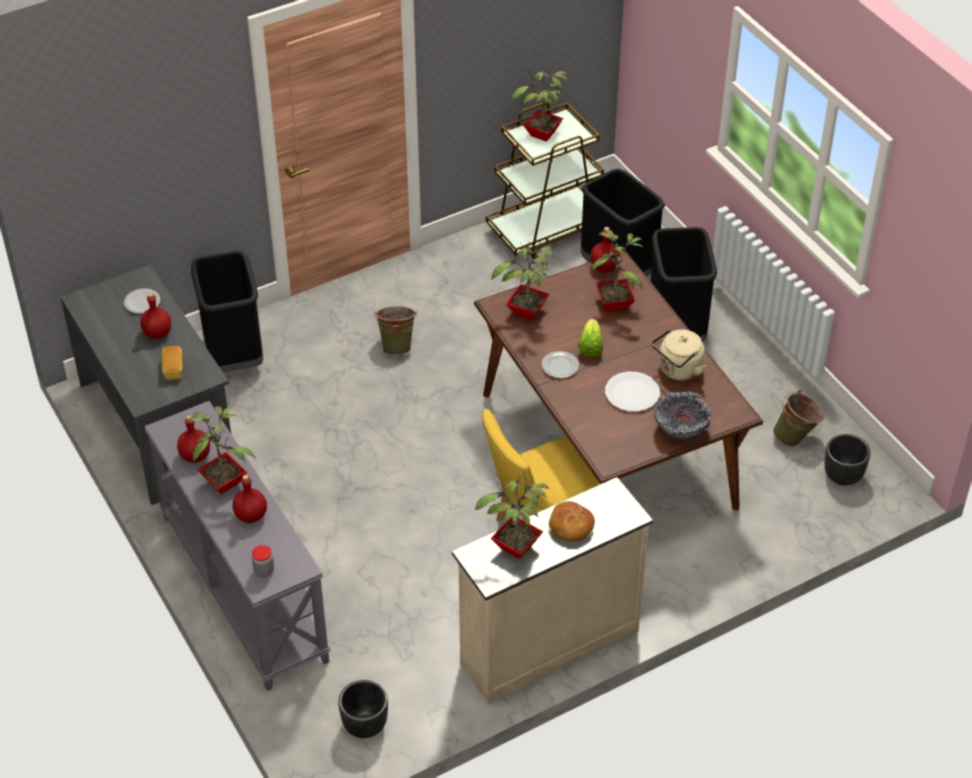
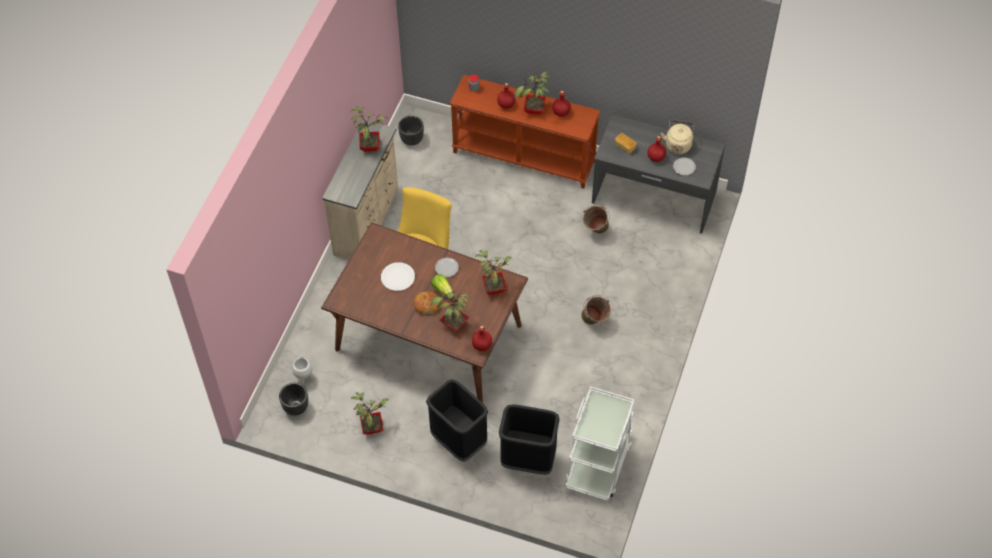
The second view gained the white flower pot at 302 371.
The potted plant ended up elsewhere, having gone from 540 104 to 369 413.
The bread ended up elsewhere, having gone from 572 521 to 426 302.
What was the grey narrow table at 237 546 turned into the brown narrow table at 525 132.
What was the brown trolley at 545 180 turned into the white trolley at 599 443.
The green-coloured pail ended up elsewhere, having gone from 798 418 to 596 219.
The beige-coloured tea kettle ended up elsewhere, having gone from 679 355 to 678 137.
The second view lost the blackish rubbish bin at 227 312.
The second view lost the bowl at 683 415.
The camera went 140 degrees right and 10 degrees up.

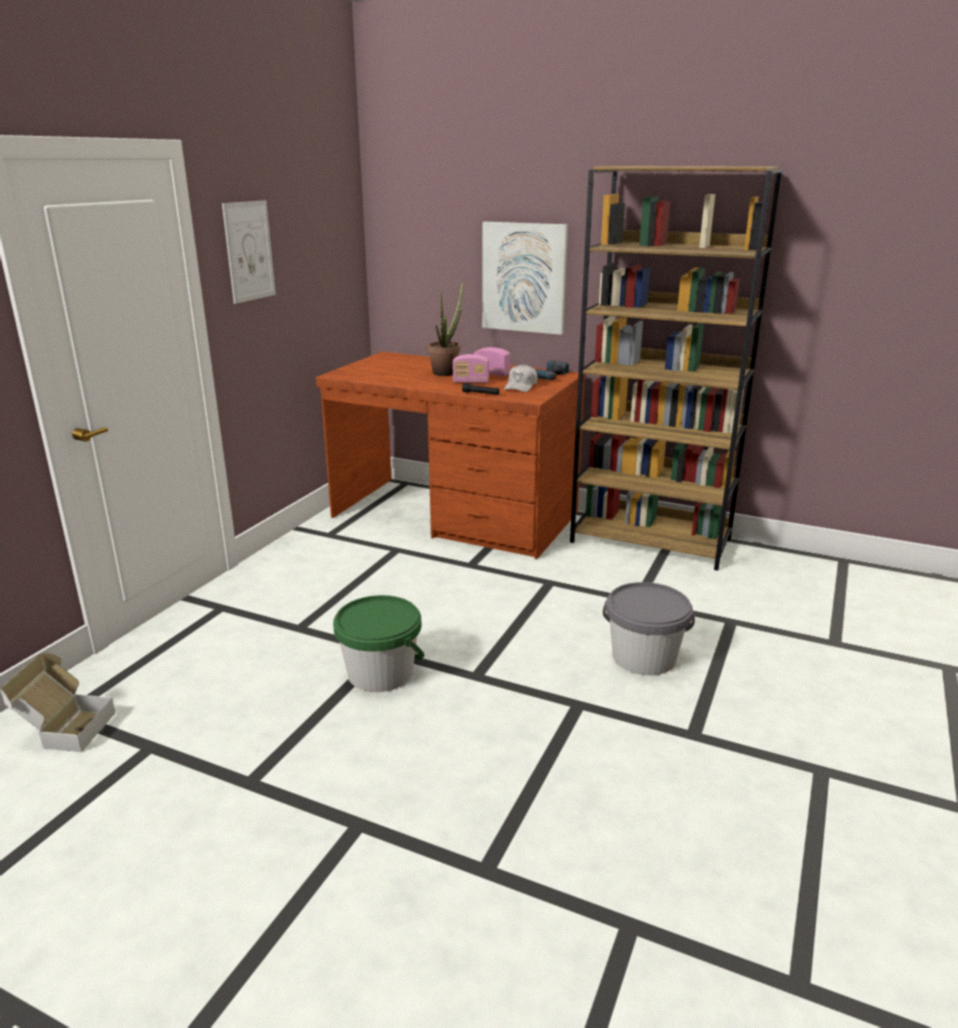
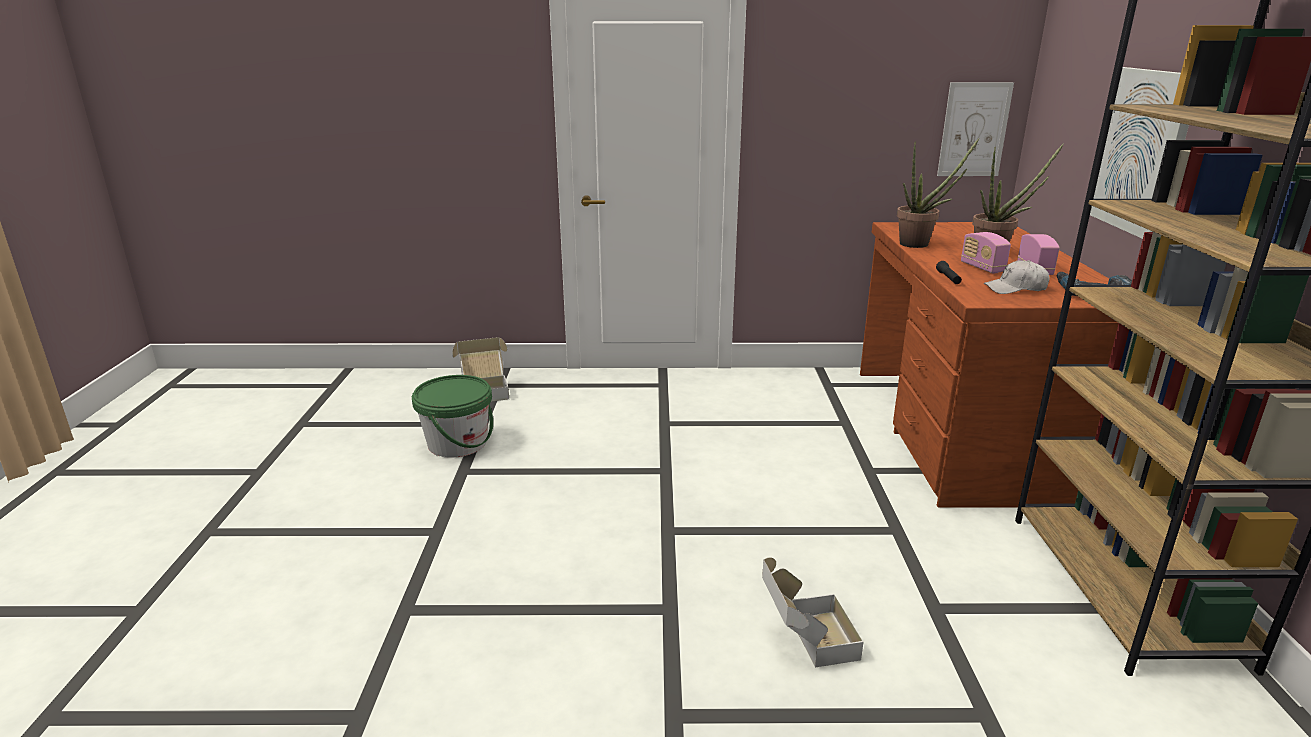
The green-coloured pail ended up elsewhere, having gone from 379 643 to 452 416.
Where the grey pail stood at 649 628, the packing box came to stand at 812 612.
The second view gained the potted plant at 938 193.
The wall picture ended up elsewhere, having gone from 249 252 to 975 129.
The camera went 65 degrees right and 0 degrees up.

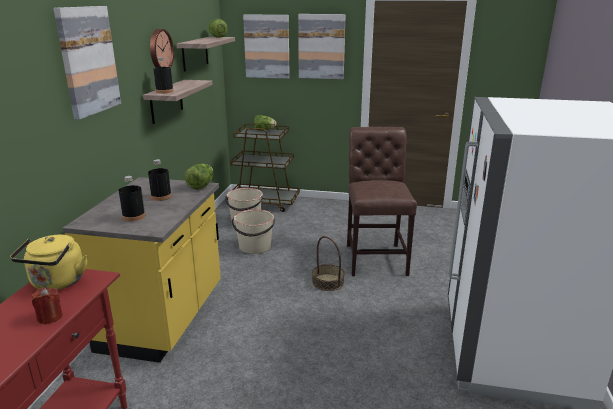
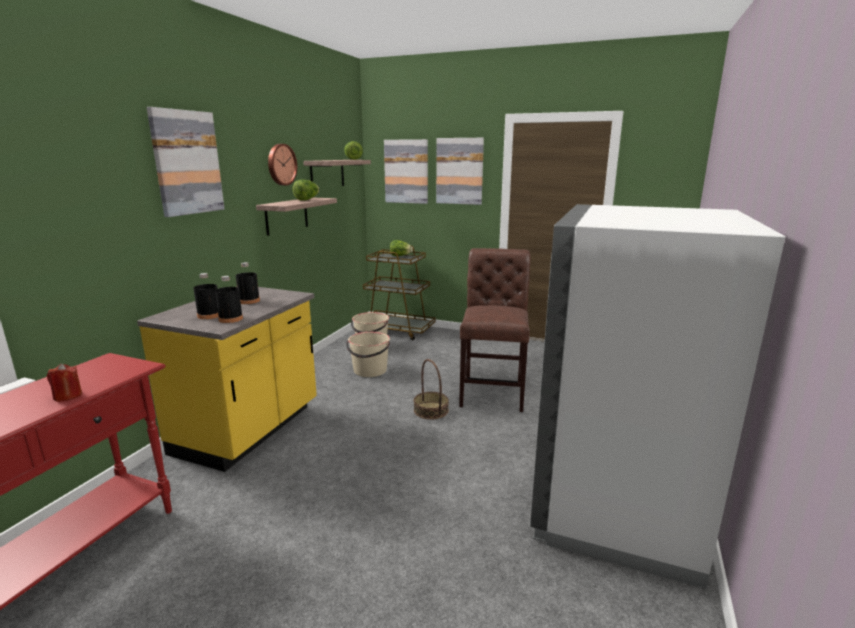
The blackish beverage bottle ended up elsewhere, having gone from 163 75 to 229 299.
The head of lettuce ended up elsewhere, having gone from 199 177 to 305 190.
The second view lost the yellow tea kettle at 48 262.
The camera went 10 degrees right and 5 degrees down.

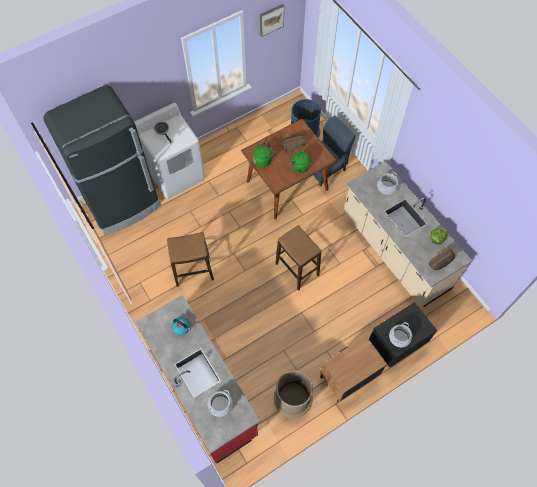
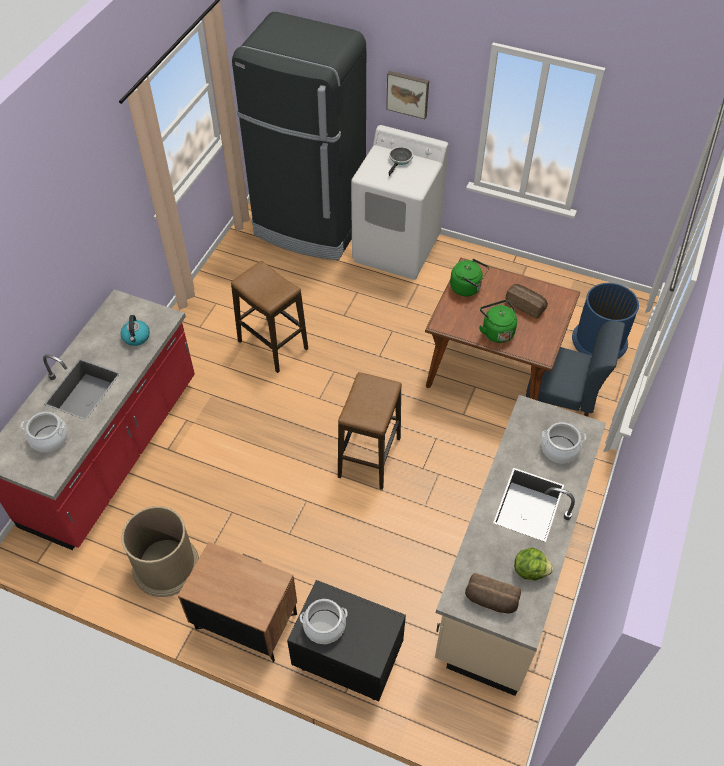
The wall picture ended up elsewhere, having gone from 272 20 to 407 95.
The camera went 55 degrees right and 10 degrees down.

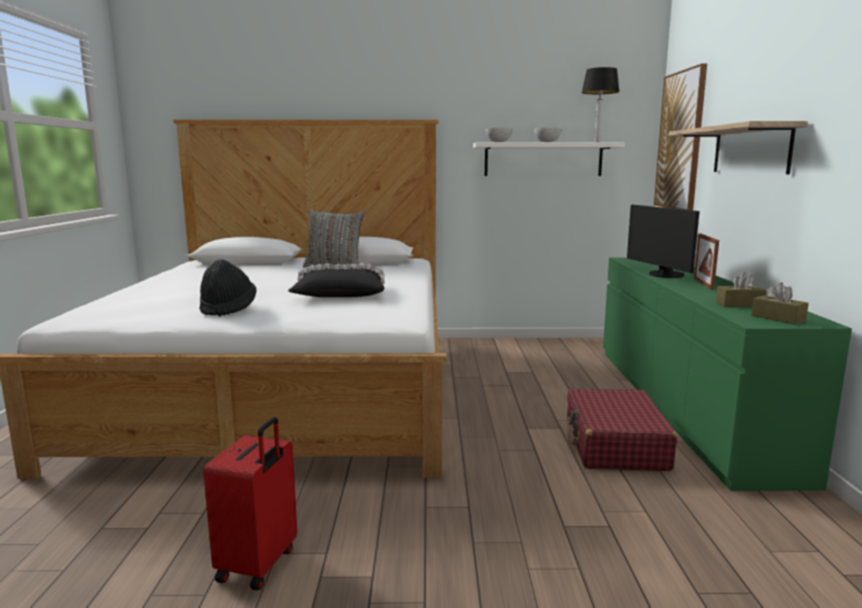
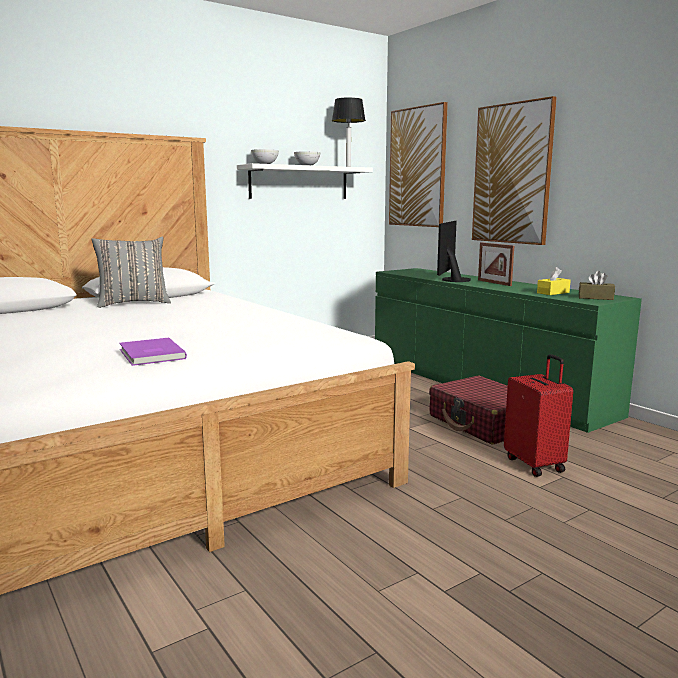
Where the blackish clothing hat stood at 227 288, the purple-coloured bound book came to stand at 153 352.
The monitor at 663 241 ended up facing another way, 75 degrees clockwise from before.
Where the shelf hung at 738 147, the wall picture came to hang at 514 170.
The red-coloured piece of luggage ended up elsewhere, having gone from 250 503 to 538 415.
What was the brown box of tissues at 741 289 turned into the yellow box of tissues at 554 281.
The second view lost the blackish cushion at 336 280.
The camera went 35 degrees left and 0 degrees up.

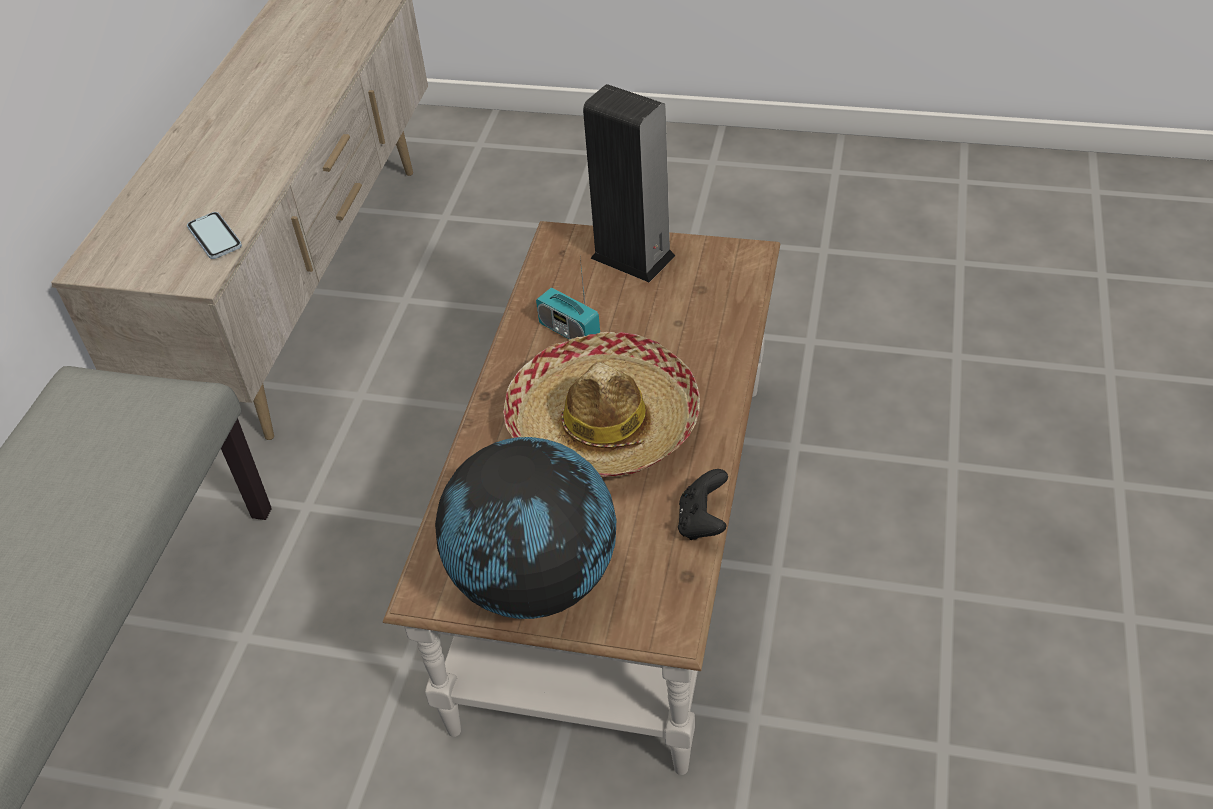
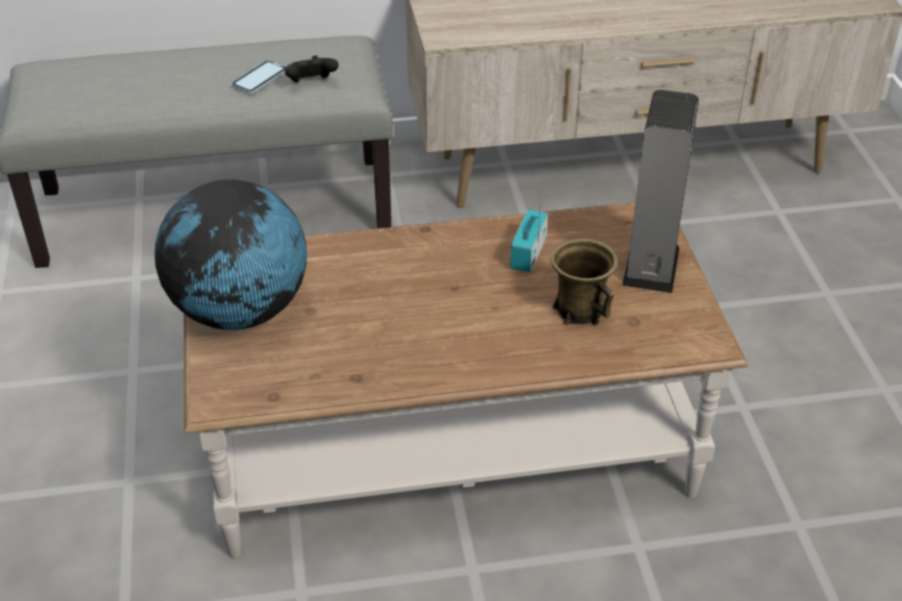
The handset ended up elsewhere, having gone from 214 235 to 258 77.
The blackish joypad ended up elsewhere, having gone from 703 504 to 312 69.
The second view gained the brown tea mug at 584 282.
The second view lost the clothing hat at 601 404.
The camera went 65 degrees right and 5 degrees down.

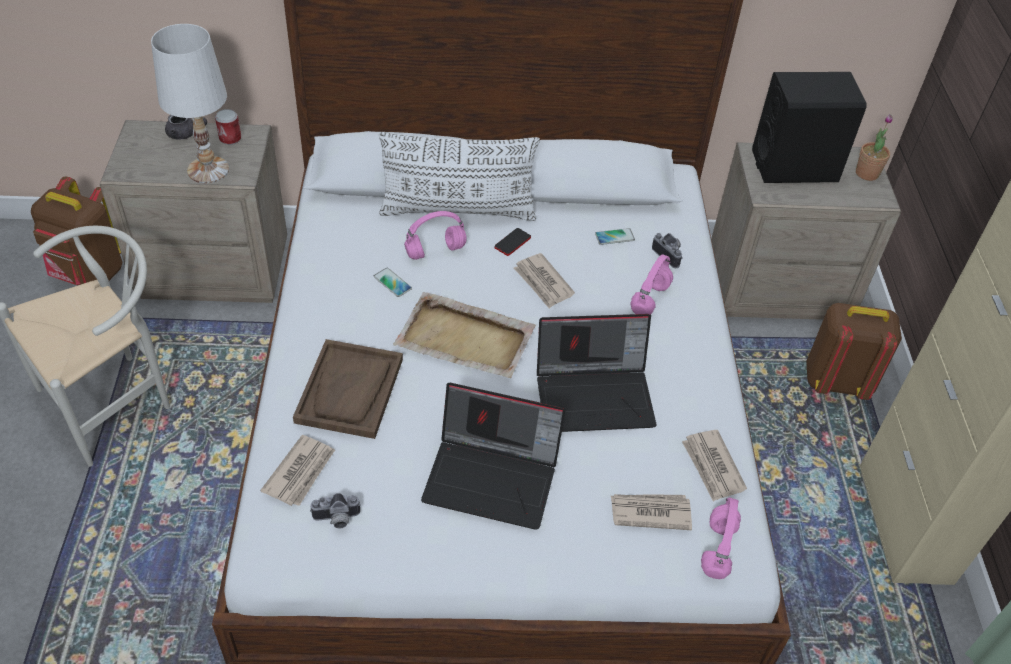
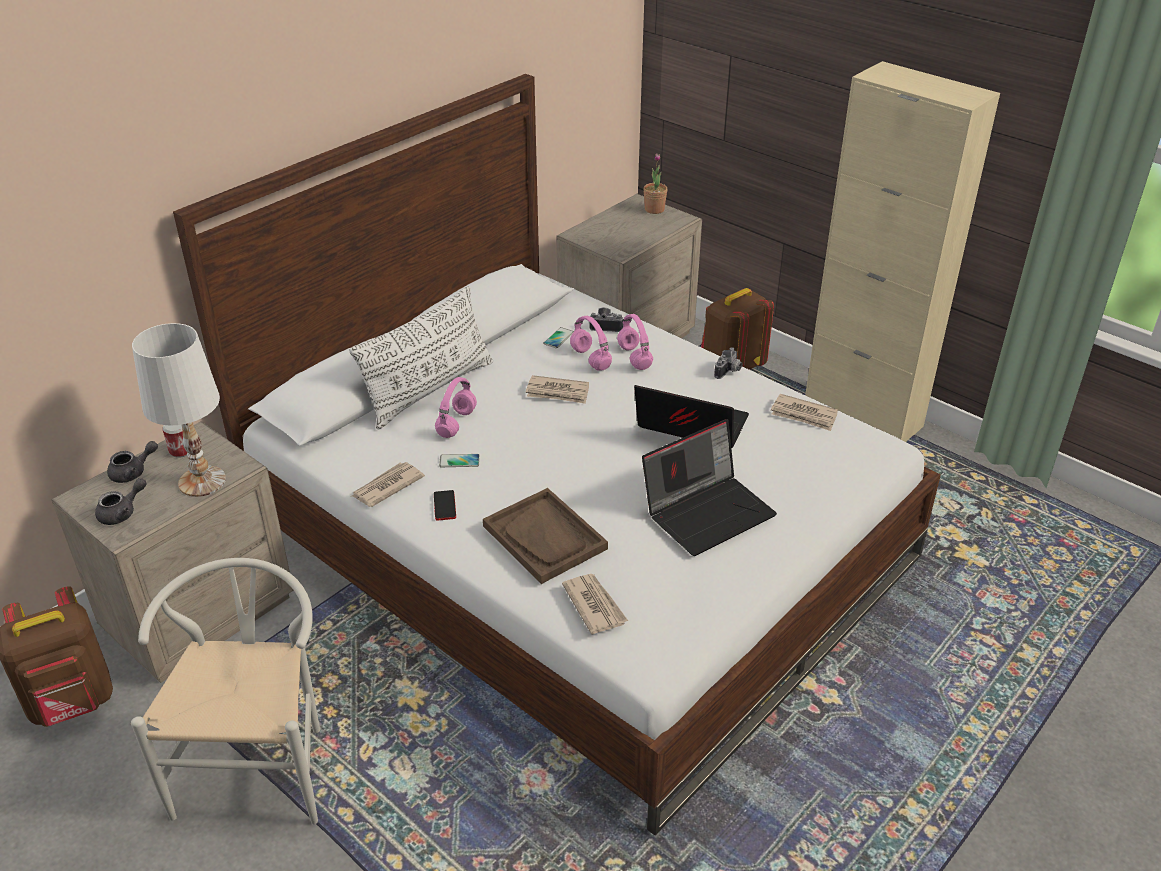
The second view gained the grey teapot at 121 501.
The newspaper ended up elsewhere, having gone from 651 512 to 388 484.
The handset ended up elsewhere, having gone from 512 242 to 445 505.
The pink-coloured headphones ended up elsewhere, having gone from 721 538 to 591 343.
The notebook computer at 596 373 ended up facing another way, 105 degrees counterclockwise from before.
The photo camera ended up elsewhere, having gone from 335 510 to 728 363.
The second view lost the beige-coloured serving tray at 464 335.
The second view lost the blackish audio speaker at 809 127.
The camera went 45 degrees left and 10 degrees down.

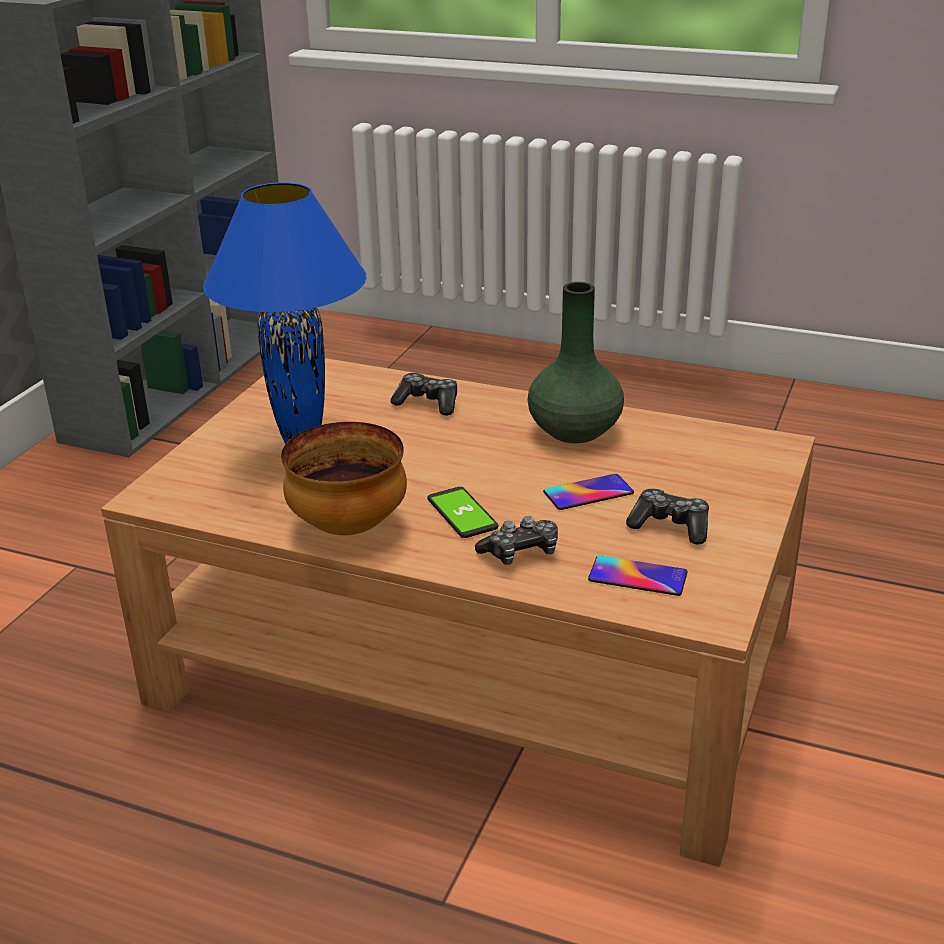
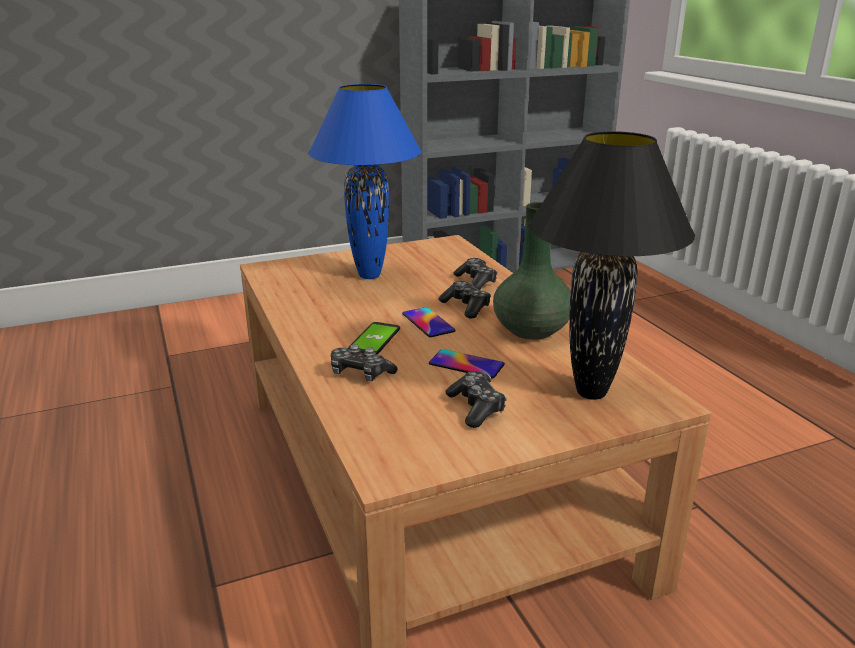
The handset ended up elsewhere, having gone from 638 576 to 429 322.
The second view gained the joypad at 464 299.
The second view gained the blackish tabletop lamp at 612 265.
The second view lost the bowl at 344 478.
The camera went 45 degrees right and 5 degrees down.

